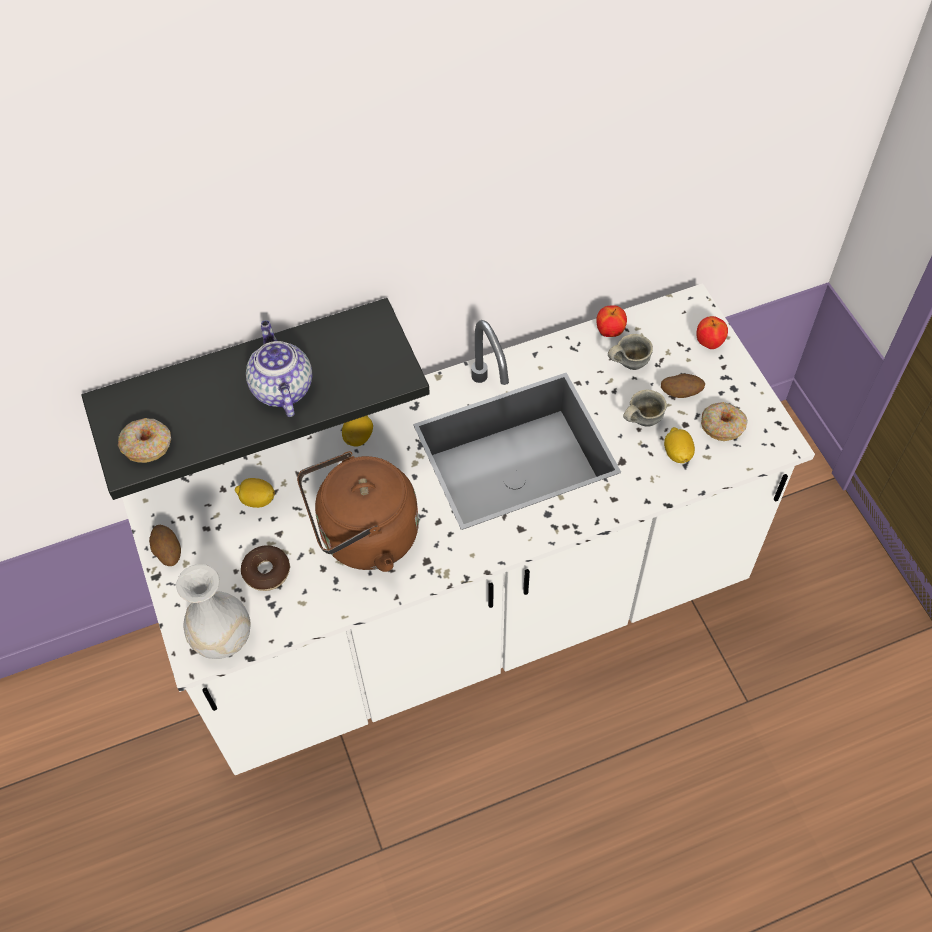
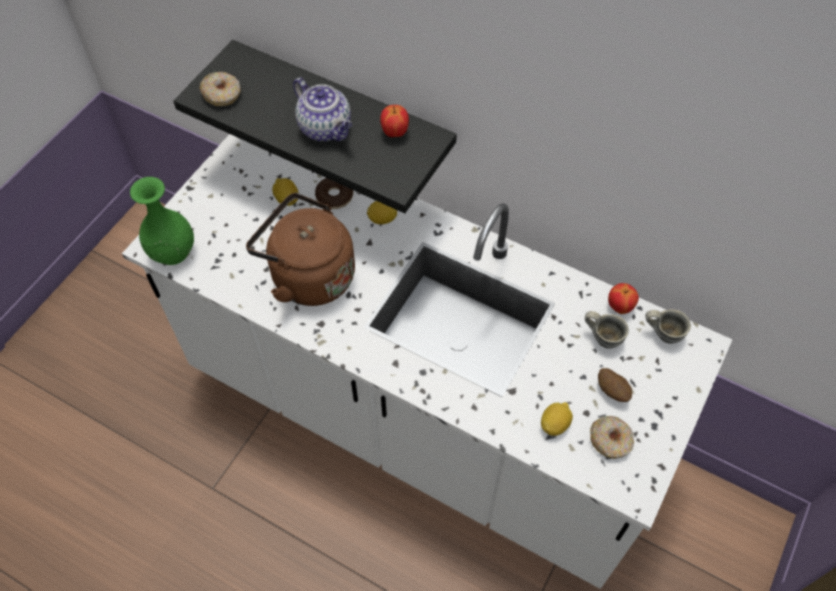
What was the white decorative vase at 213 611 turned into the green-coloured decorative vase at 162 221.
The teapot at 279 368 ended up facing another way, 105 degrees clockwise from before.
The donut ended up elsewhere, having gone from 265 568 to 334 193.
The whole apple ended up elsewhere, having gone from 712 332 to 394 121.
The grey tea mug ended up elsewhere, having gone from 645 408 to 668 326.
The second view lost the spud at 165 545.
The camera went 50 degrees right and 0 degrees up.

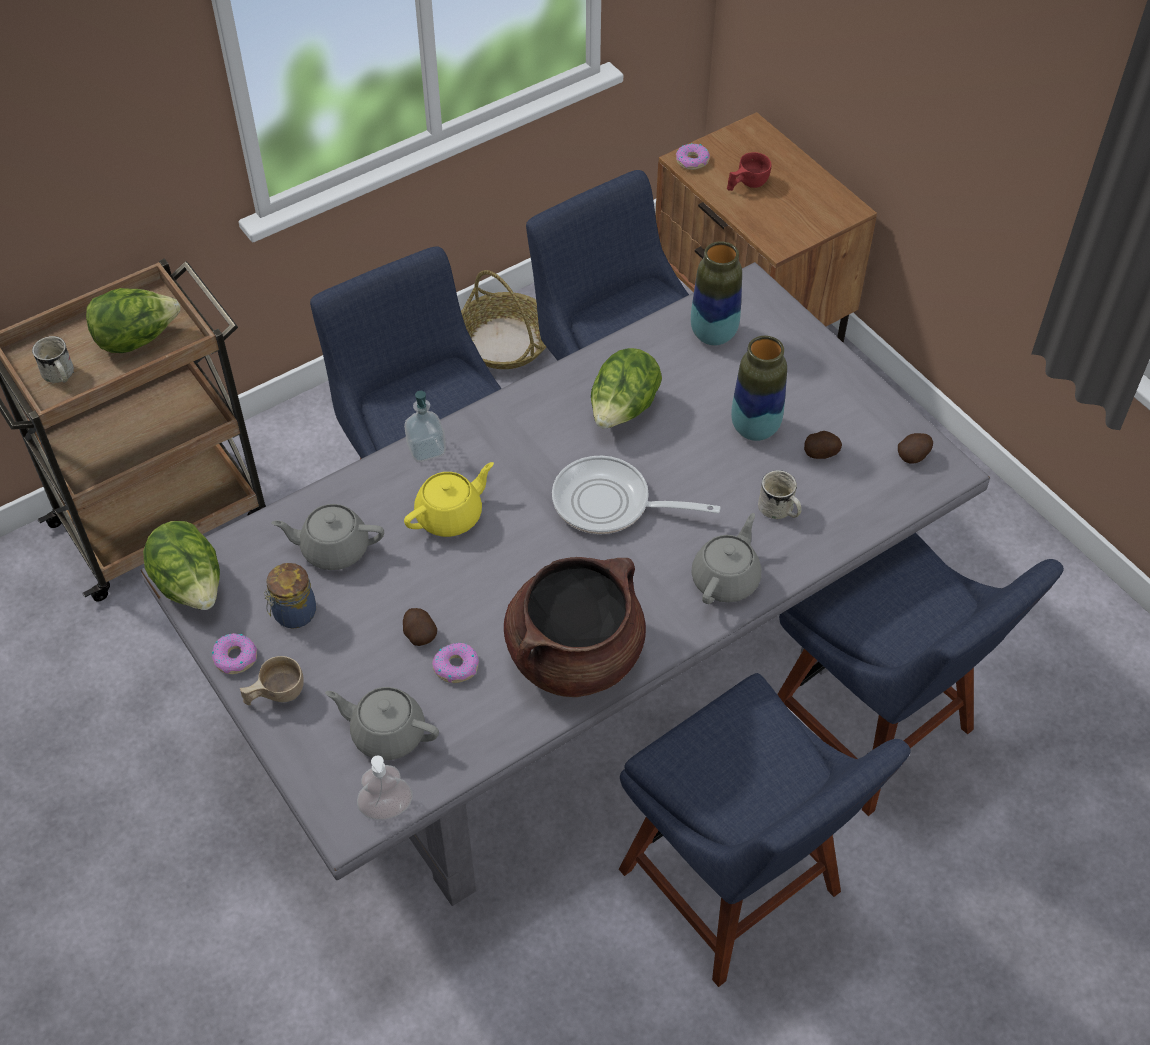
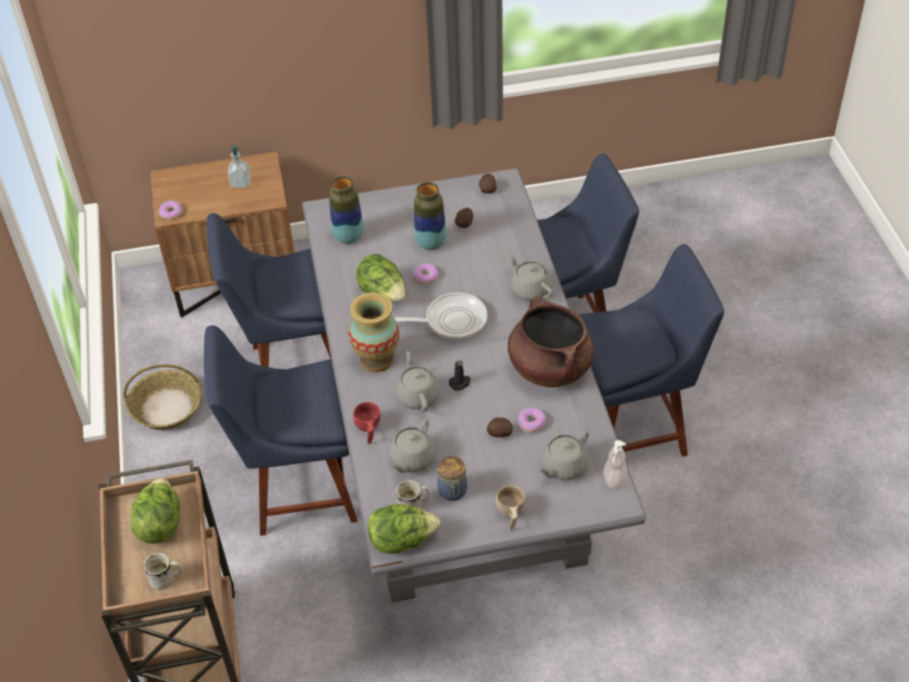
The soap bottle ended up elsewhere, having gone from 425 426 to 239 166.
The second view gained the decorative vase at 374 332.
The red-coloured cup ended up elsewhere, having gone from 749 171 to 366 423.
The skillet at 636 495 ended up facing another way, 135 degrees counterclockwise from before.
What was the yellow teapot at 449 499 turned into the grey teapot at 417 381.
The white tea mug ended up elsewhere, having gone from 779 494 to 412 494.
The donut ended up elsewhere, having gone from 234 653 to 425 273.
The second view gained the blackish wax light at 459 374.
The camera went 65 degrees left and 5 degrees down.

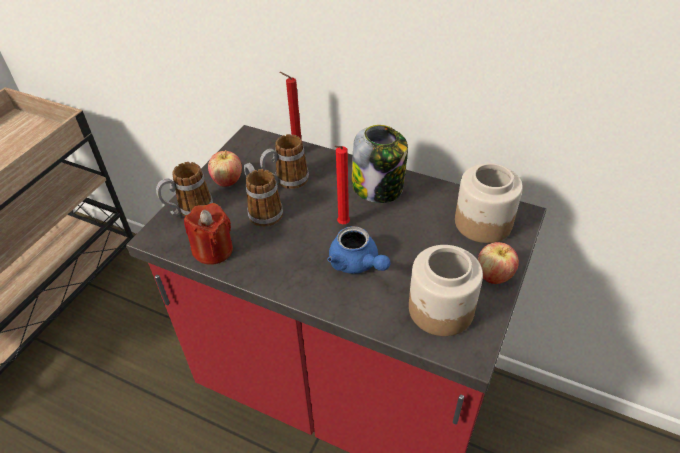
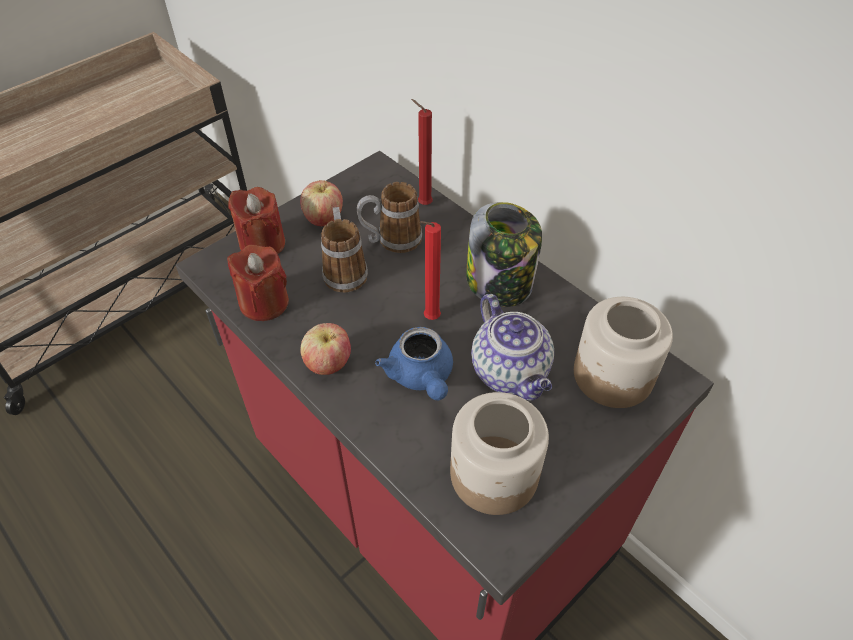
Where the tea mug stood at 184 189, the red-coloured wax light came to stand at 256 220.
The whole apple ended up elsewhere, having gone from 498 263 to 325 349.
The second view gained the teapot at 512 347.
The camera went 20 degrees right and 5 degrees up.

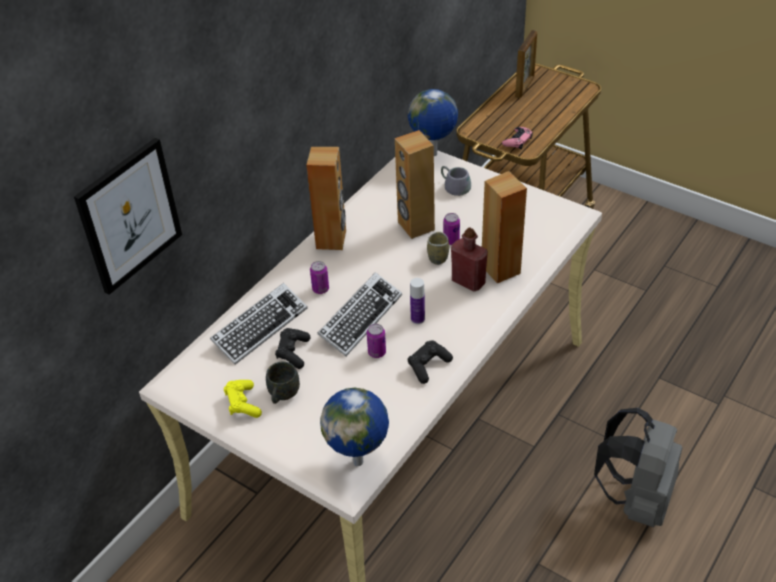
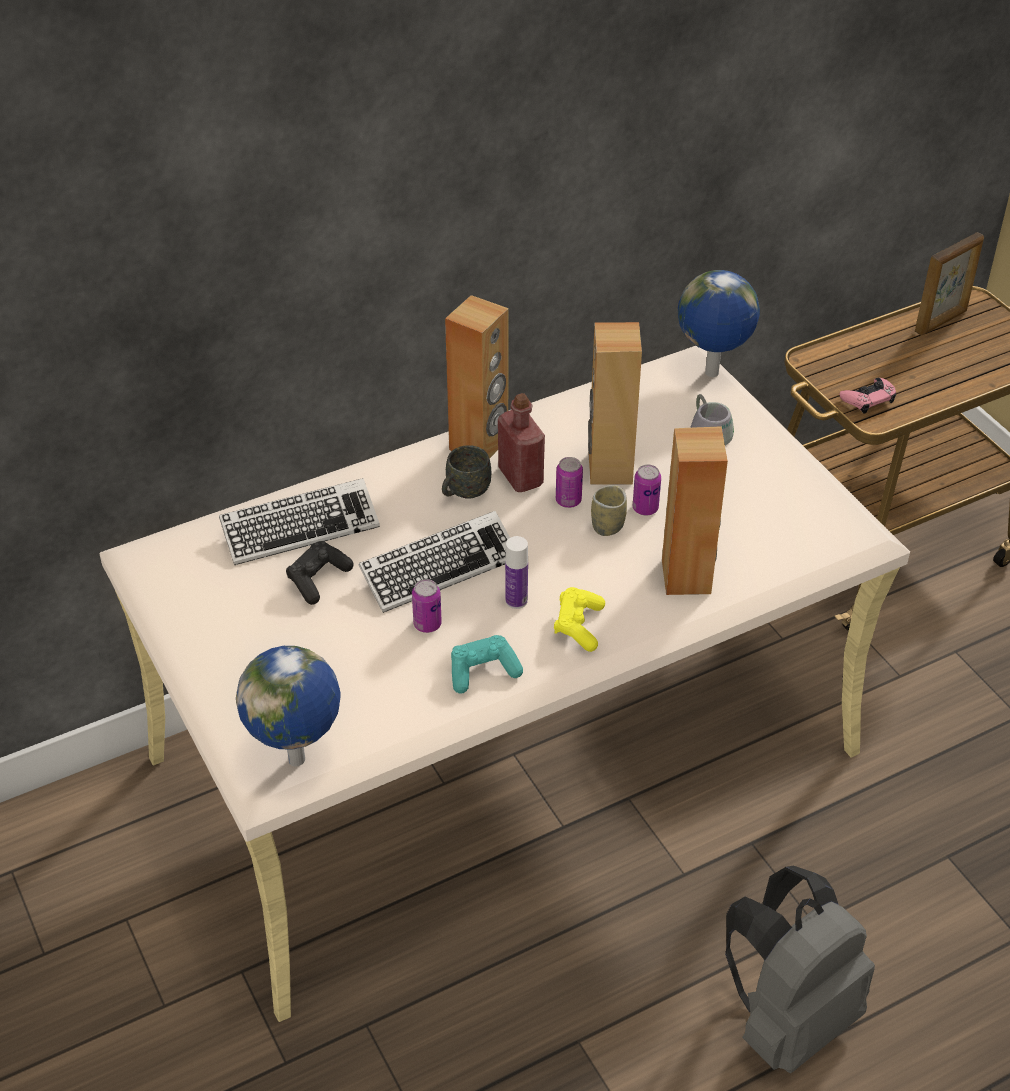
The grey tea mug ended up elsewhere, having gone from 283 382 to 466 472.
What was the blackish joypad at 430 362 turned into the blue-green joypad at 487 664.
The red-coloured beverage bottle ended up elsewhere, having gone from 469 260 to 521 442.
The yellow joypad ended up elsewhere, having gone from 243 399 to 579 619.
The can ended up elsewhere, having gone from 319 277 to 569 482.
The second view lost the wall picture at 128 216.
The camera went 25 degrees right and 0 degrees up.

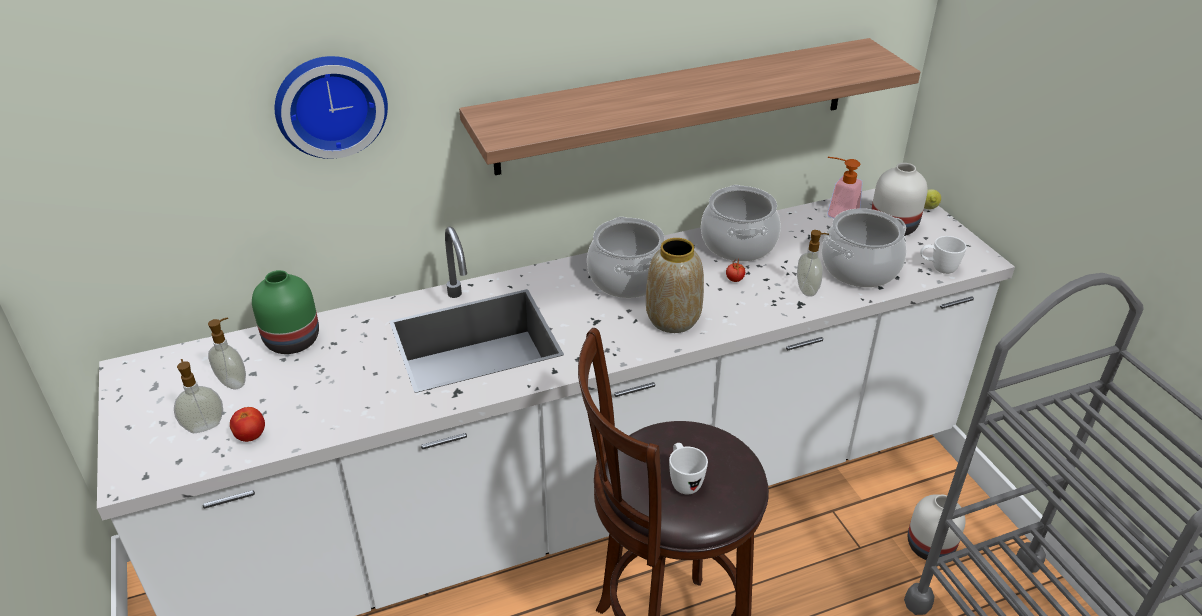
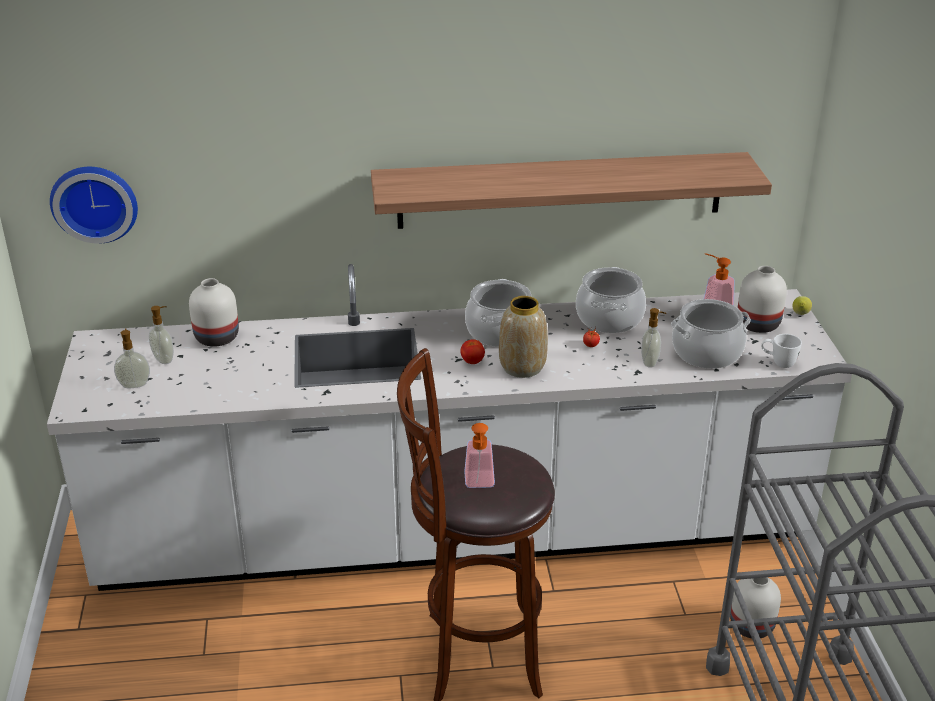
The clock on the wall ended up elsewhere, having gone from 331 107 to 94 205.
What was the green-coloured decorative vase at 285 312 turned into the white decorative vase at 214 312.
The tomato ended up elsewhere, having gone from 247 424 to 472 351.
Where the white tea mug stood at 688 469, the soap bottle came to stand at 479 455.
The camera went 15 degrees right and 5 degrees down.

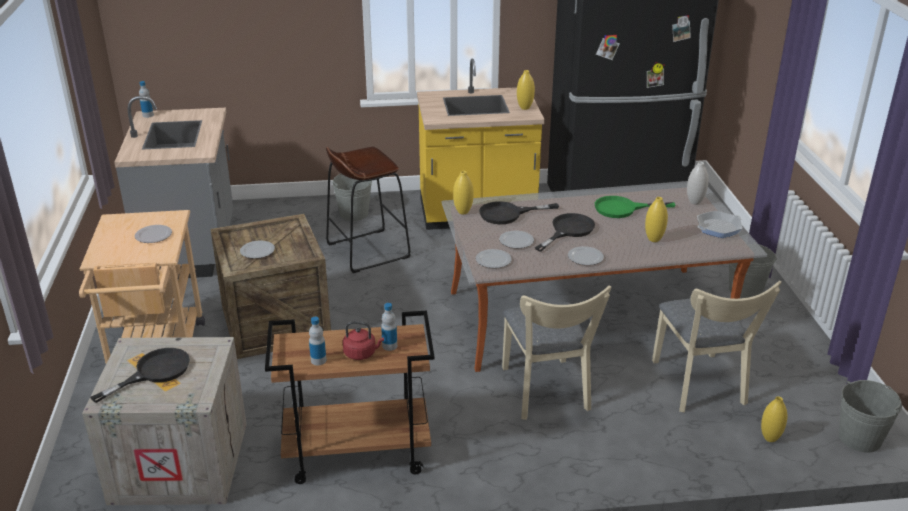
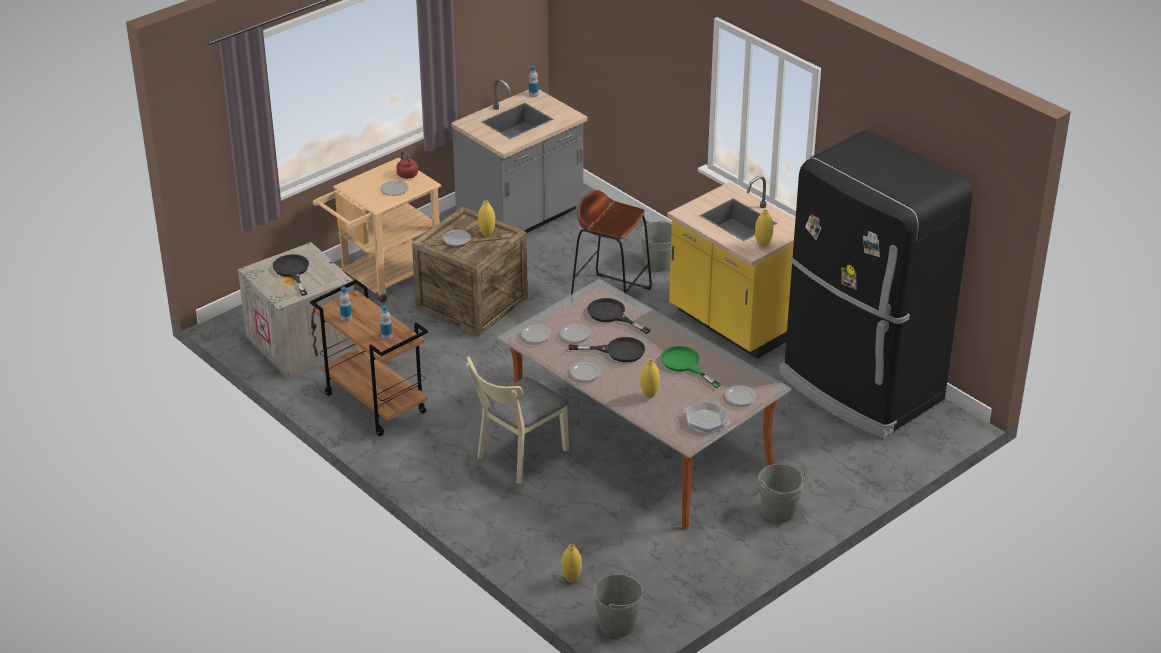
The blackish skillet at 140 375 ended up facing another way, 120 degrees counterclockwise from before.
The red-coloured tea kettle ended up elsewhere, having gone from 363 340 to 407 165.
The yellow decorative vase ended up elsewhere, having gone from 463 192 to 486 218.
Where the white decorative vase stood at 697 183, the flat dish came to stand at 740 395.
The second view lost the beige-coloured upright chair at 716 346.
The camera went 55 degrees right and 5 degrees up.

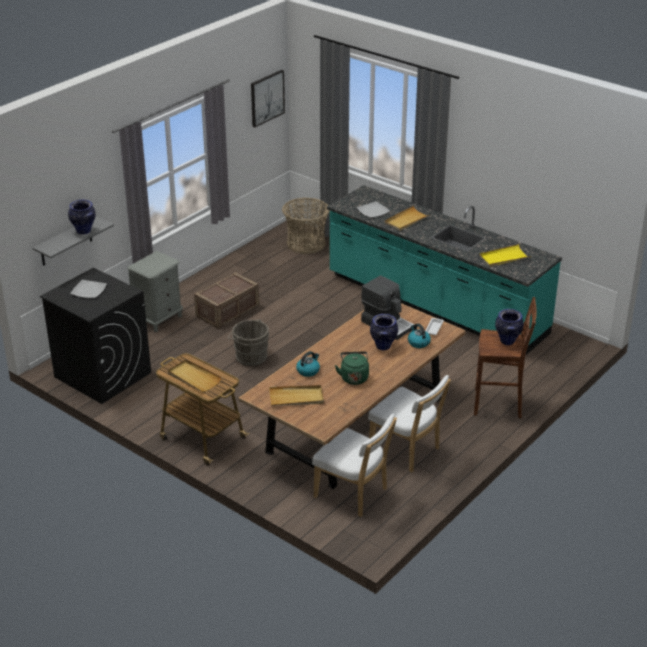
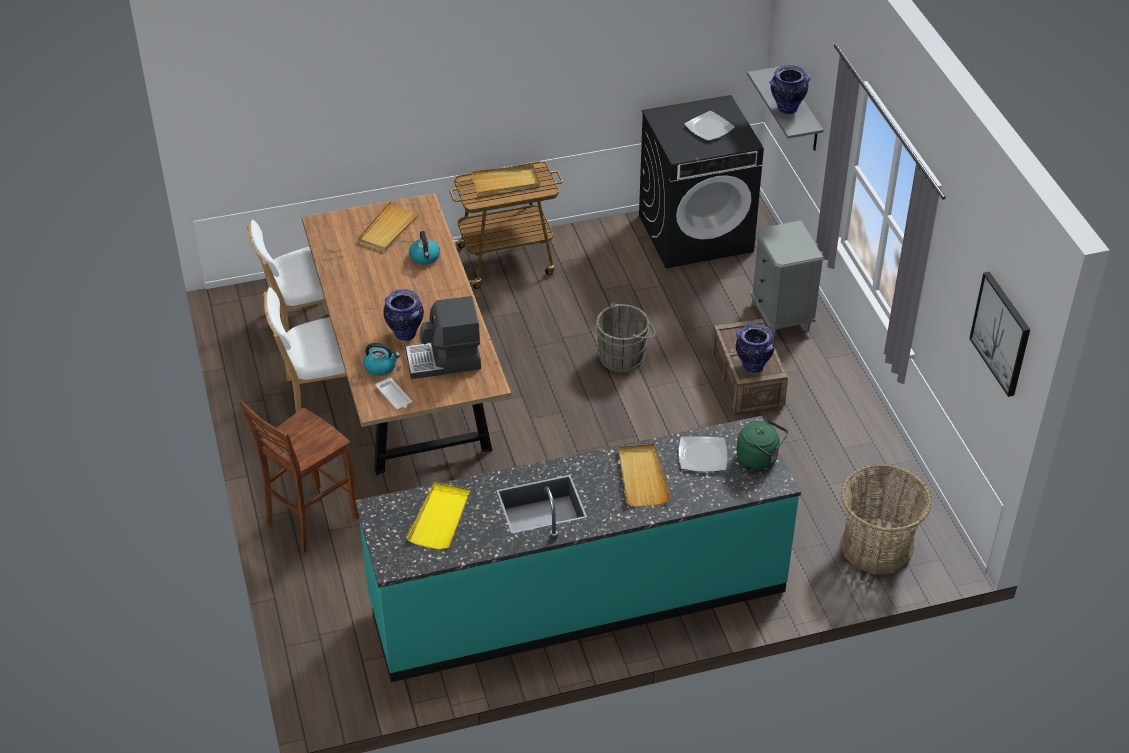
The decorative vase ended up elsewhere, having gone from 509 327 to 755 348.
The green-coloured tea kettle ended up elsewhere, having gone from 352 368 to 762 444.
The camera went 125 degrees right and 10 degrees up.

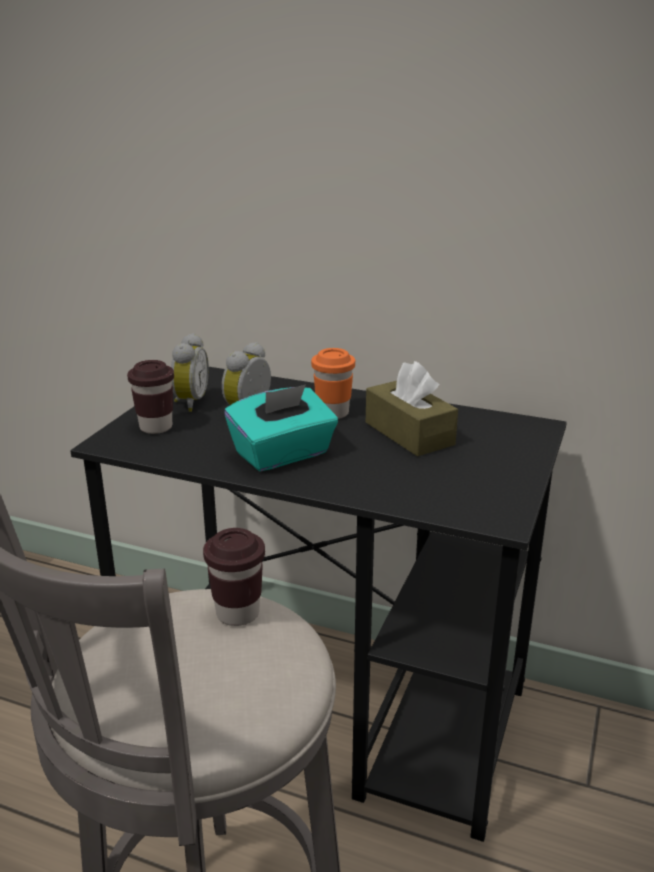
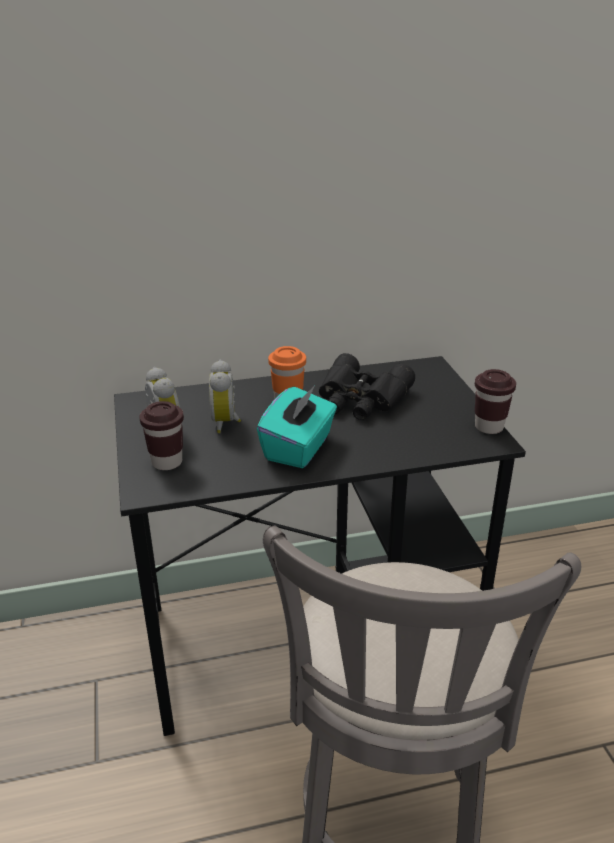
Where the brown box of tissues stood at 412 409, the blackish field glasses came to stand at 367 386.
The brown cup ended up elsewhere, having gone from 234 577 to 495 401.
The camera went 35 degrees left and 5 degrees up.

